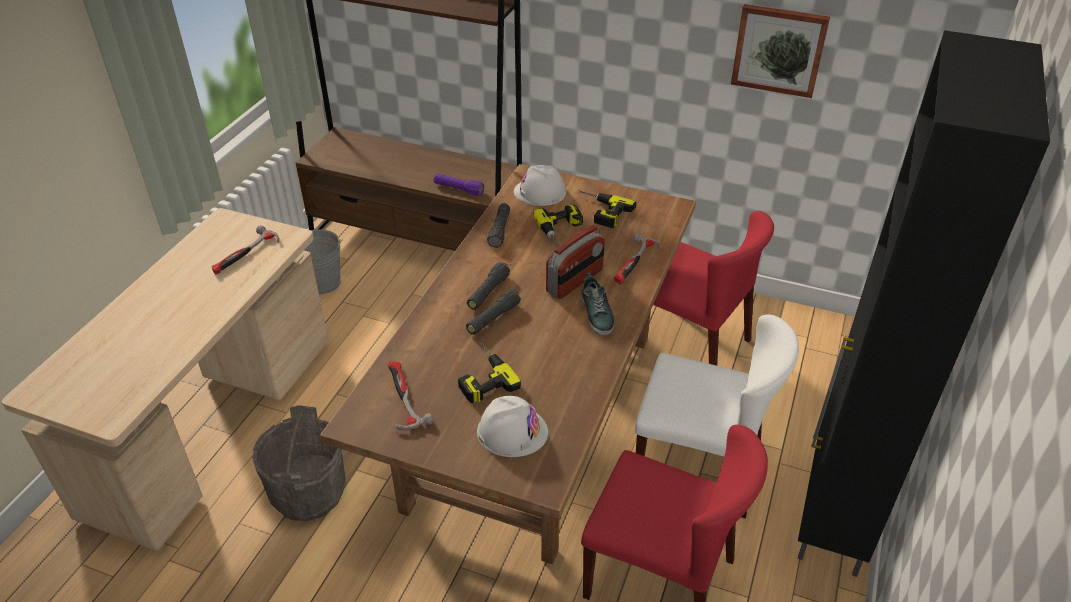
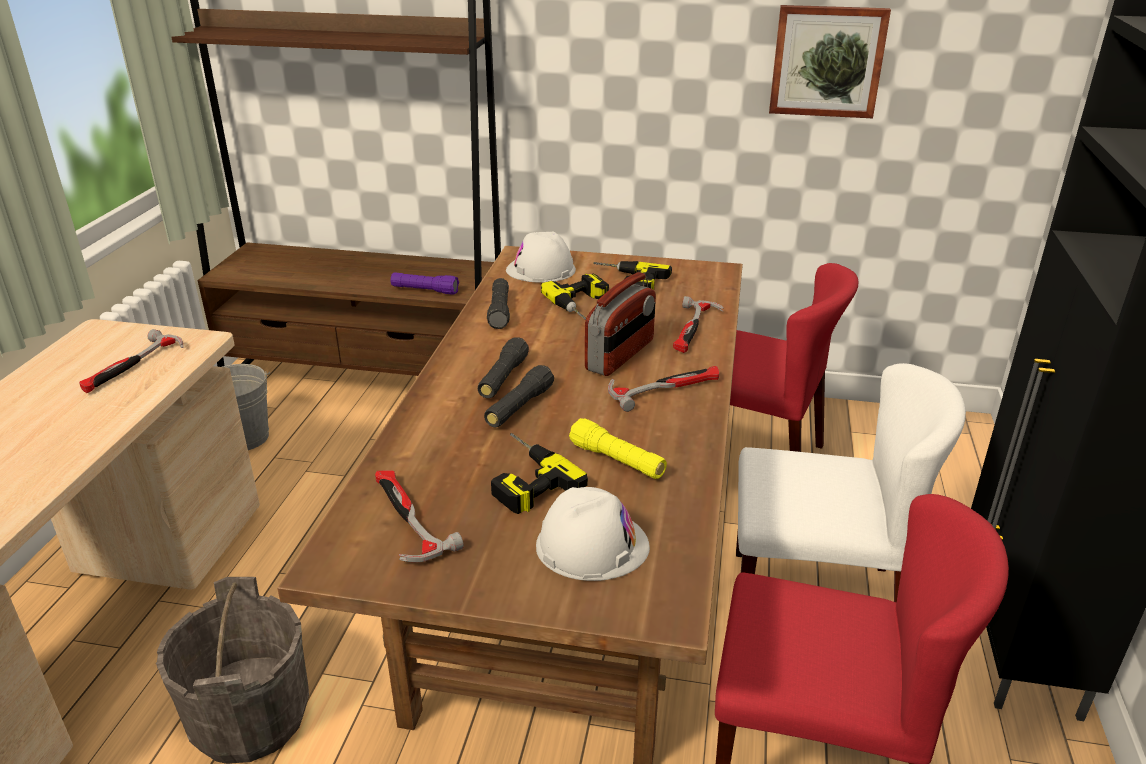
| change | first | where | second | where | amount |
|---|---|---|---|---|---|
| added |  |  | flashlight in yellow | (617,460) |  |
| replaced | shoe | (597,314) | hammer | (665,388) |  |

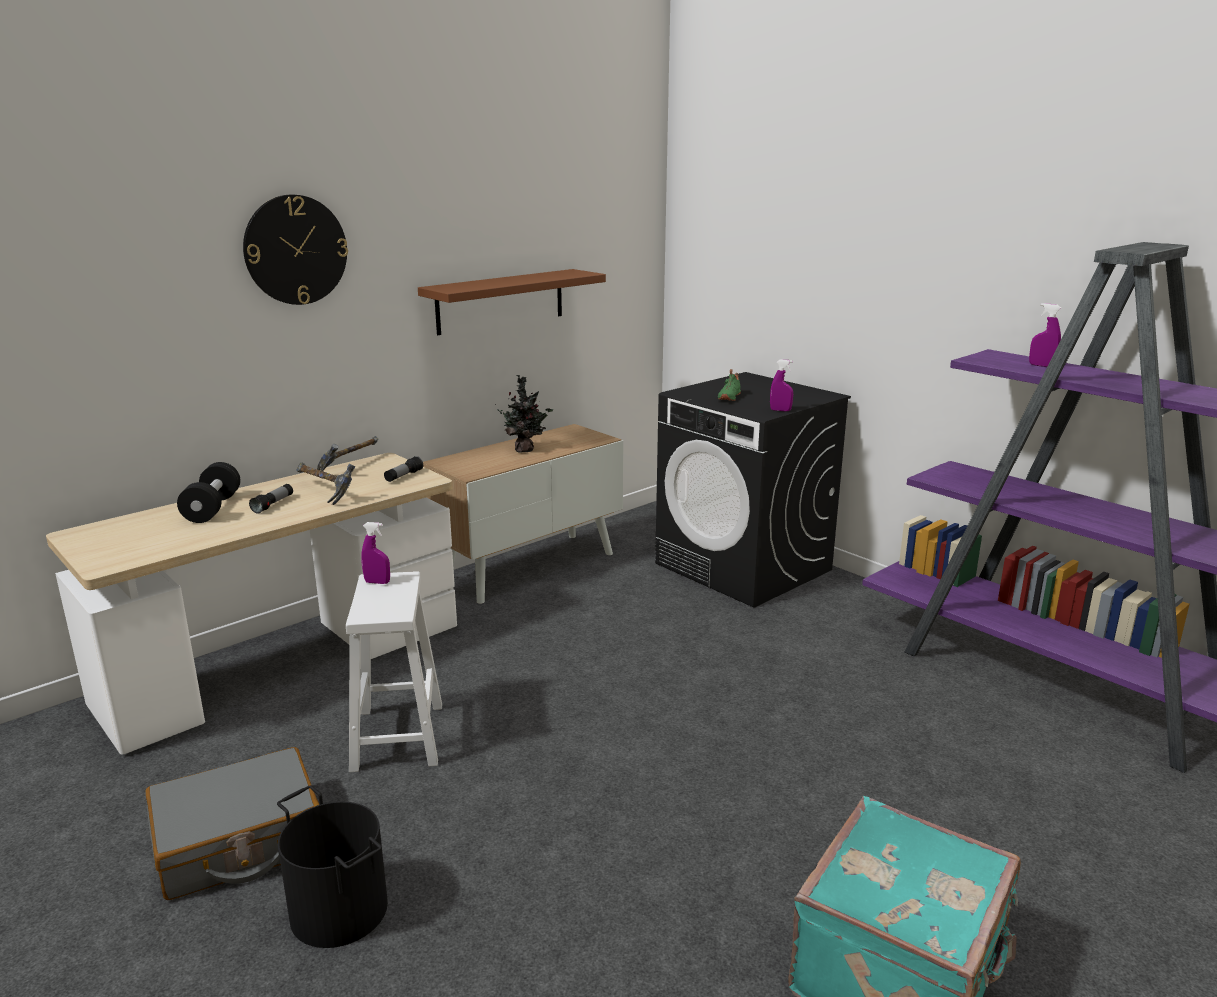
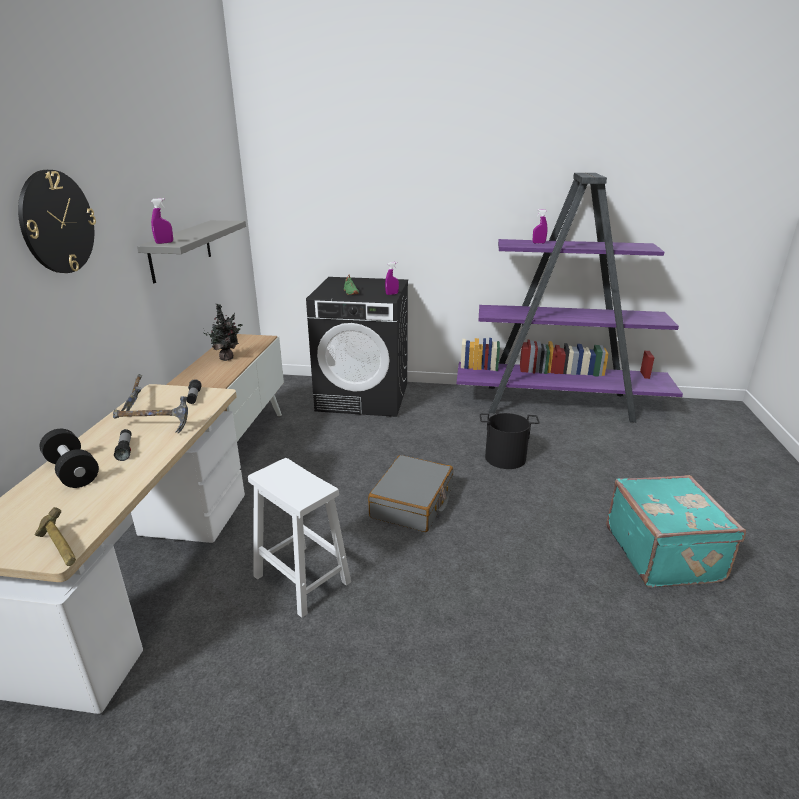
| change | first | where | second | where | amount |
|---|---|---|---|---|---|
| added |  |  | hammer | (61,549) |  |
| moved | suitcase in grey | (239,842) |  | (412,503) |  |
| moved | bucket in black | (340,909) |  | (505,457) |  |
| moved | spray bottle in purple | (377,582) |  | (164,243) |  |
| recoloured | shelf in brown | (501,301) | shelf in grey | (181,250) |  |

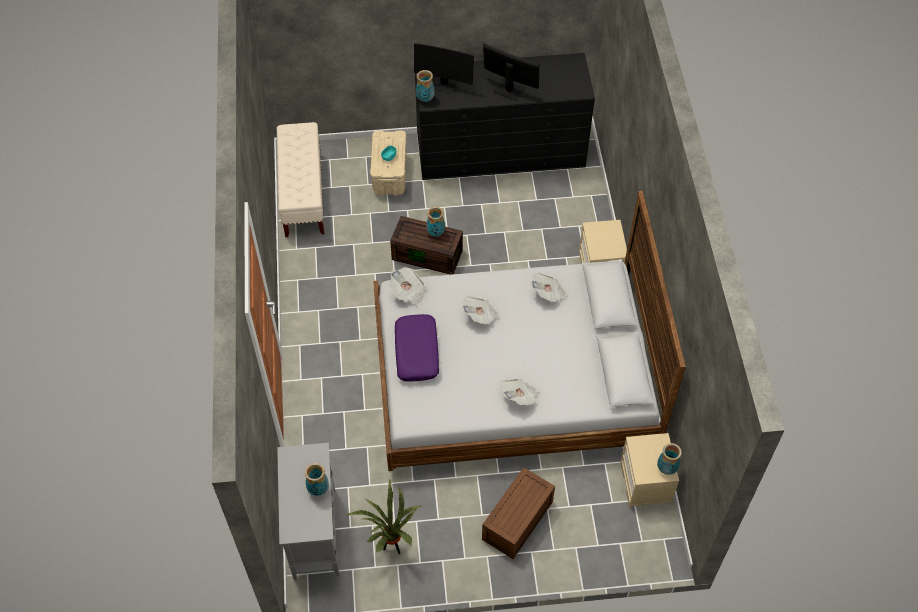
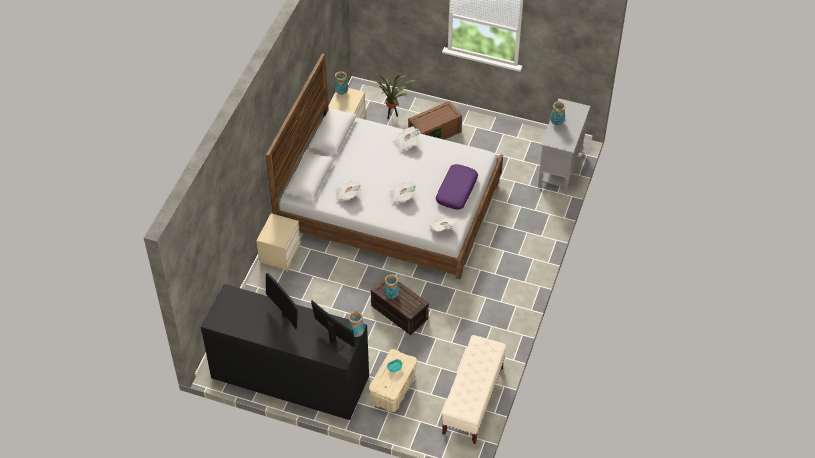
| change | first | where | second | where | amount |
|---|---|---|---|---|---|
| moved | potted plant | (391,547) |  | (392,116) |  |

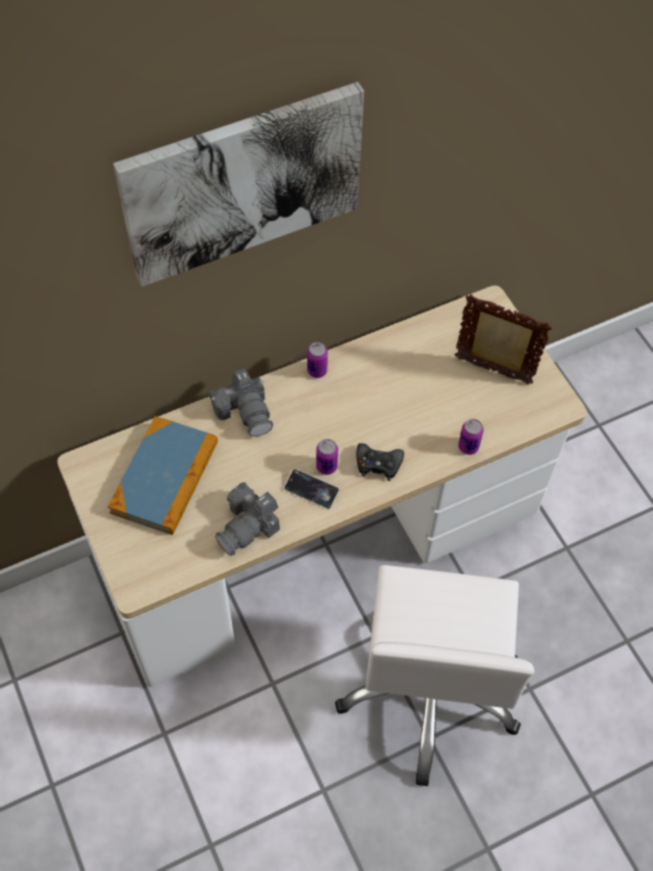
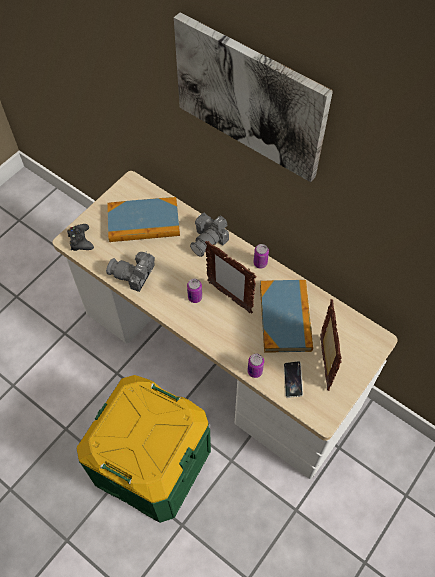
| change | first | where | second | where | amount |
|---|---|---|---|---|---|
| added |  |  | picture frame | (229,297) |  |
| added |  |  | book | (285,317) |  |
| moved | phone | (311,490) |  | (292,380) |  |
| moved | game controller in black | (378,464) |  | (80,240) |  |
| replaced | office chair in white | (429,692) | storage box in green | (151,463) |  |

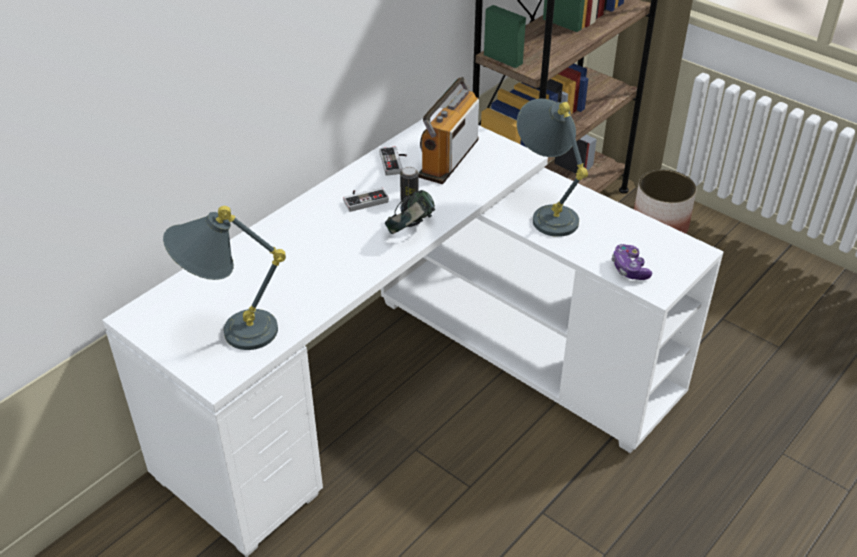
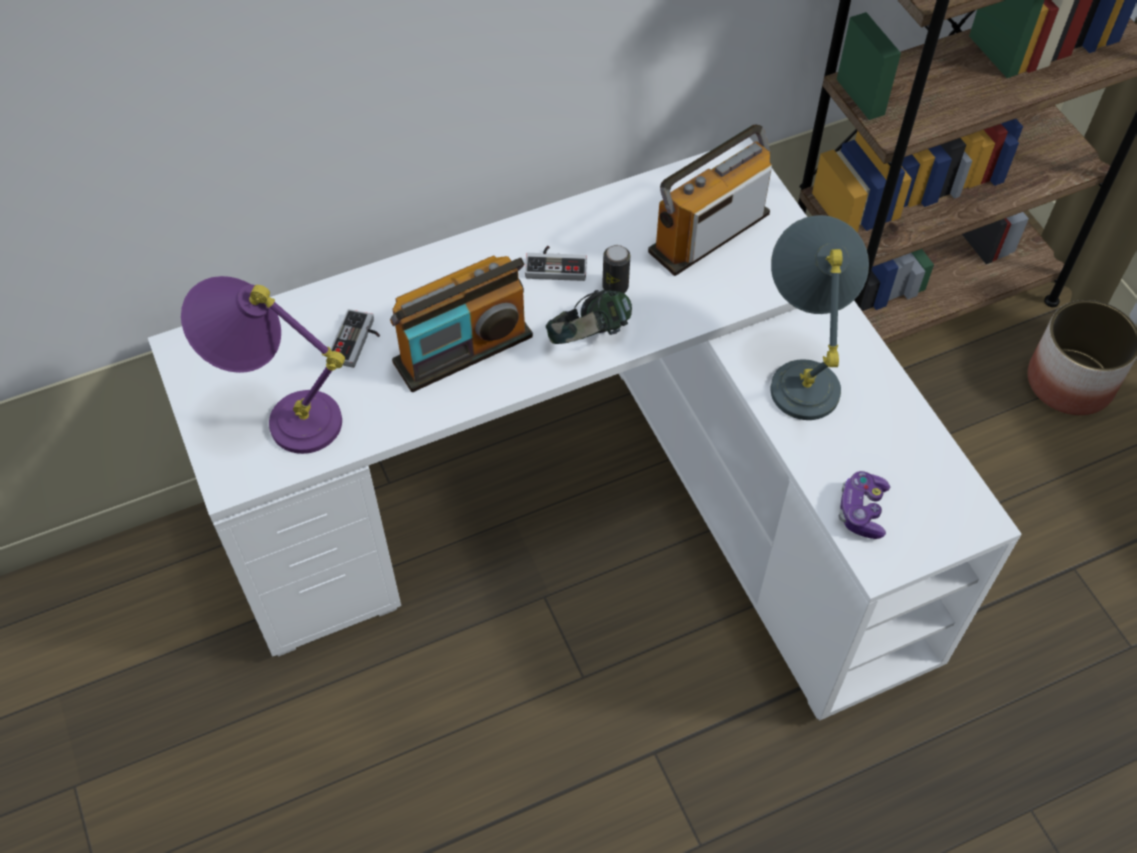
| change | first | where | second | where | amount |
|---|---|---|---|---|---|
| added |  |  | radio | (463,350) |  |
| moved | game controller | (395,163) |  | (357,342) |  |
| recoloured | table lamp in grey | (230,333) | table lamp in purple | (280,416) |  |

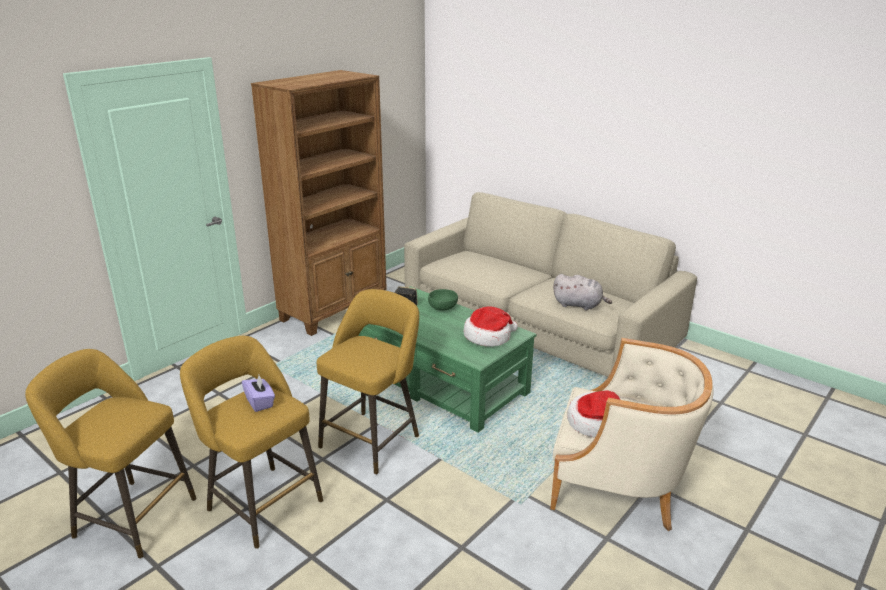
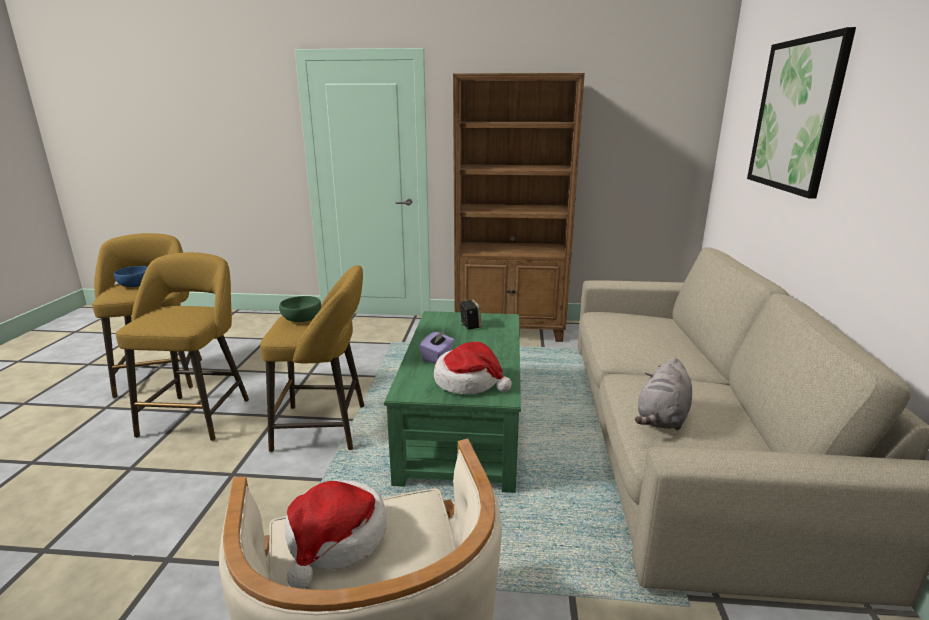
| change | first | where | second | where | amount |
|---|---|---|---|---|---|
| added |  |  | bowl in blue | (135,285) |  |
| added |  |  | picture | (796,115) |  |
| moved | tissue box in purple | (260,402) |  | (438,357) |  |
| moved | bowl in green | (443,307) |  | (302,319) |  |
| turned | plush toy in grey | (579,305) |  | (662,418) | 45 degrees clockwise |

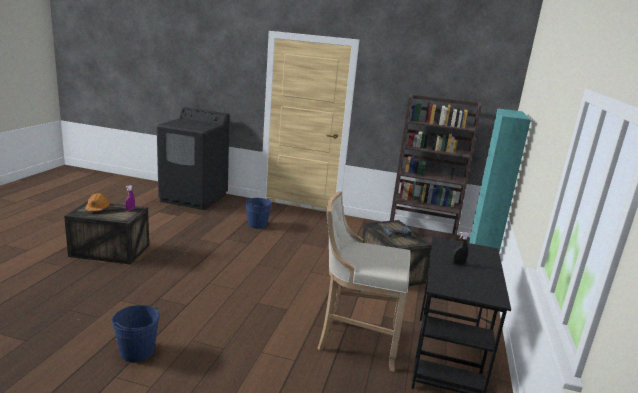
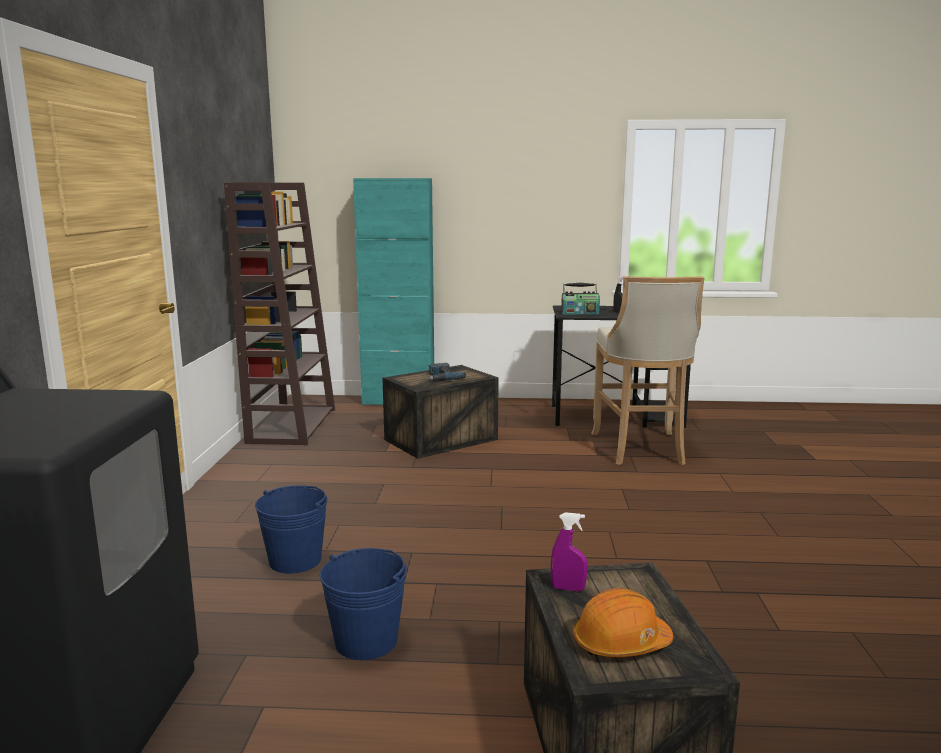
| change | first | where | second | where | amount |
|---|---|---|---|---|---|
| added |  |  | radio | (580,313) |  |
| moved | bucket in blue | (137,352) |  | (366,641) |  |

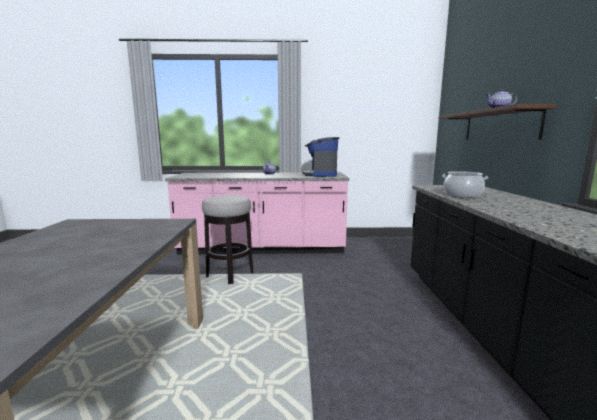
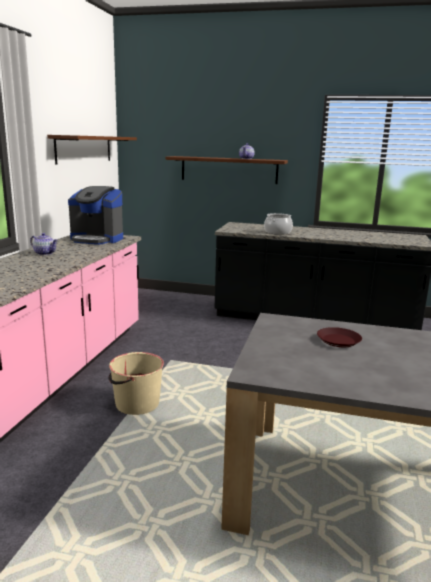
| change | first | where | second | where | amount |
|---|---|---|---|---|---|
| added |  |  | shelf in brown | (84,149) |  |
| added |  |  | plate in brown | (339,341) |  |
| replaced | stool | (230,274) | bucket in beige | (136,404) |  |

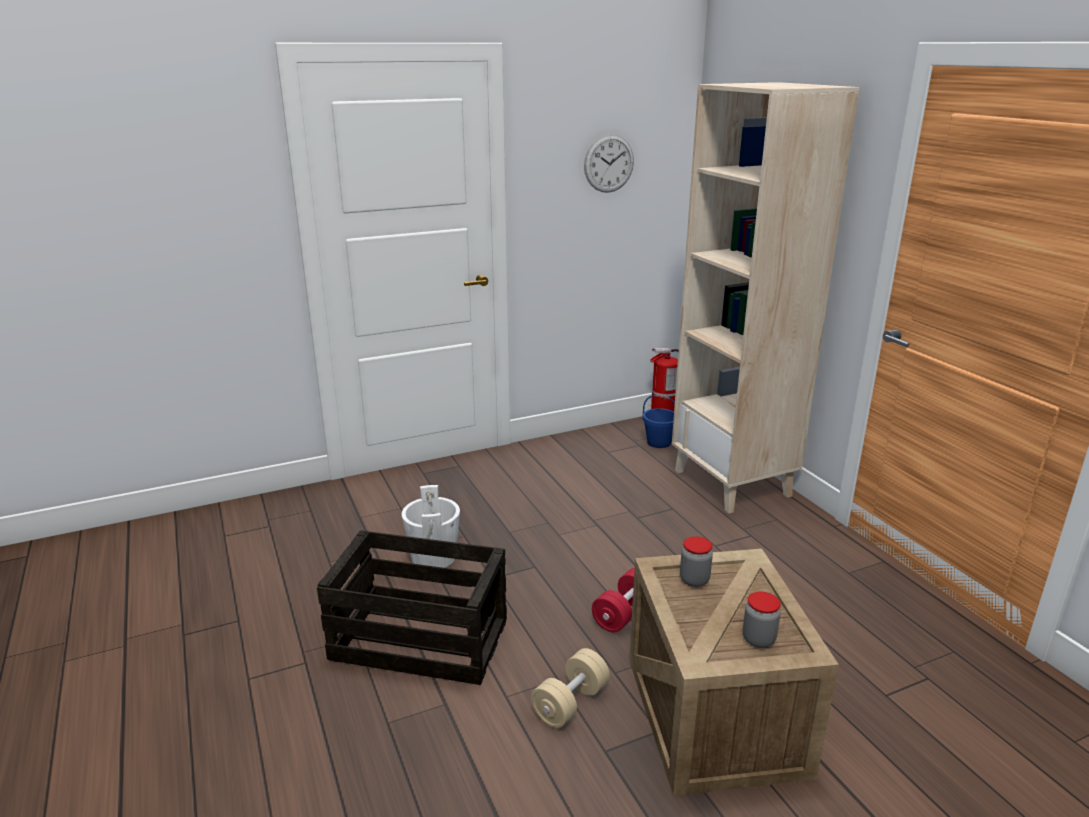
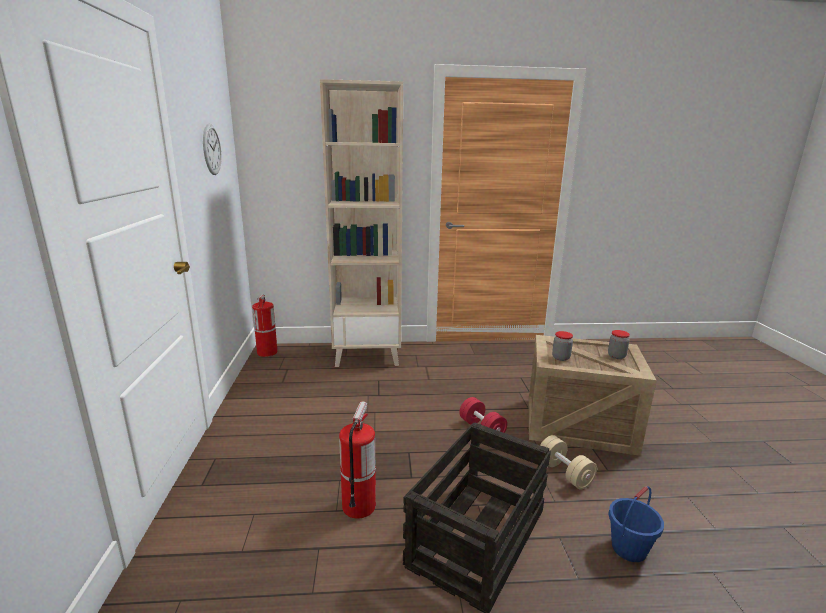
| change | first | where | second | where | amount |
|---|---|---|---|---|---|
| moved | bucket in blue | (659,442) |  | (628,548) |  |
| replaced | bucket in white | (433,557) | fire extinguisher | (359,505) |  |

